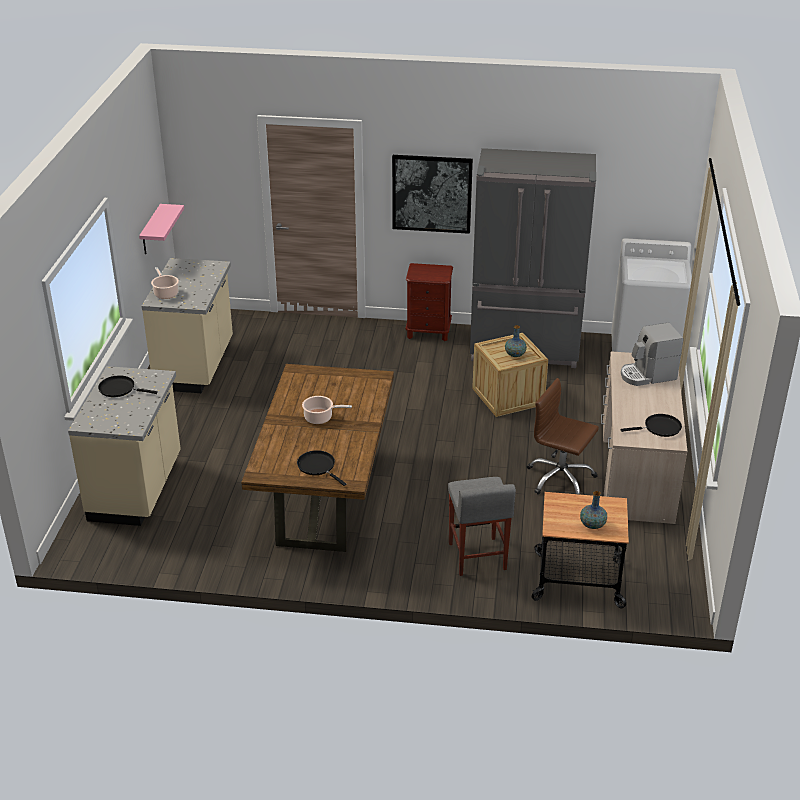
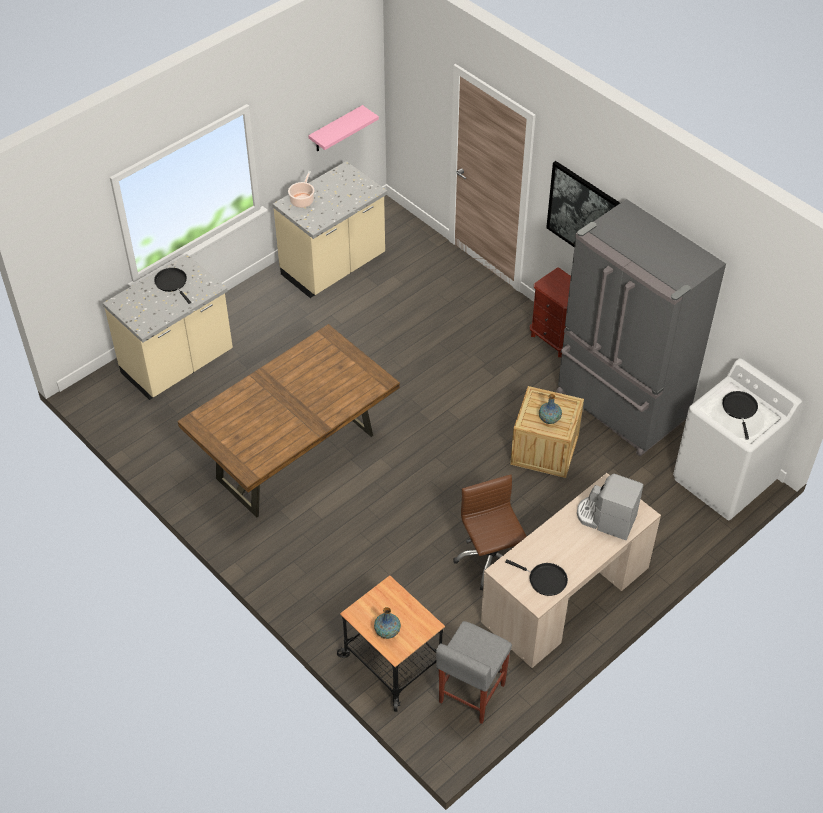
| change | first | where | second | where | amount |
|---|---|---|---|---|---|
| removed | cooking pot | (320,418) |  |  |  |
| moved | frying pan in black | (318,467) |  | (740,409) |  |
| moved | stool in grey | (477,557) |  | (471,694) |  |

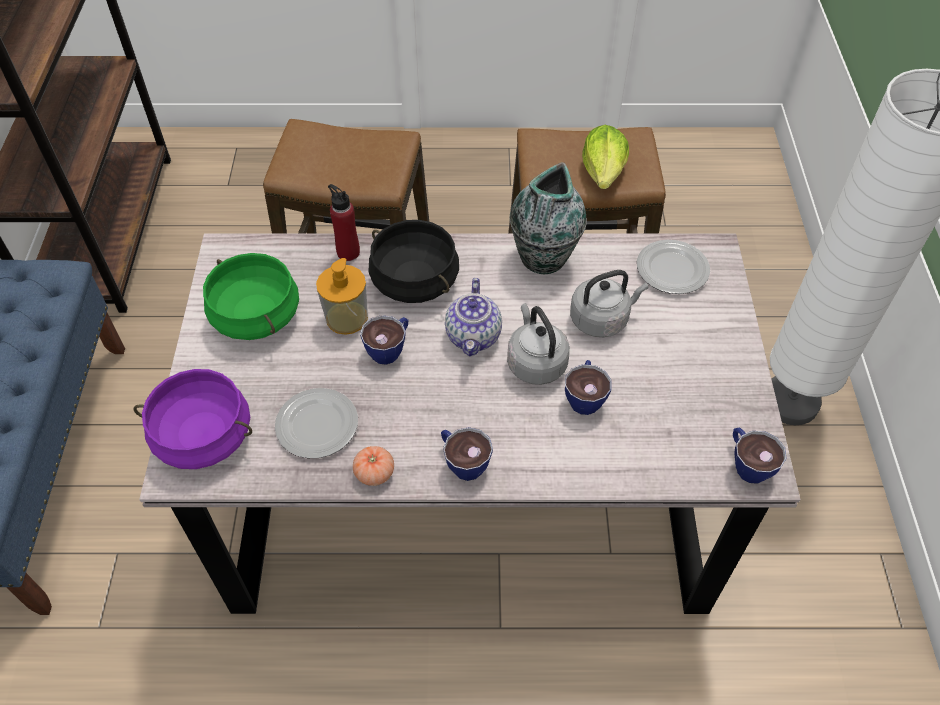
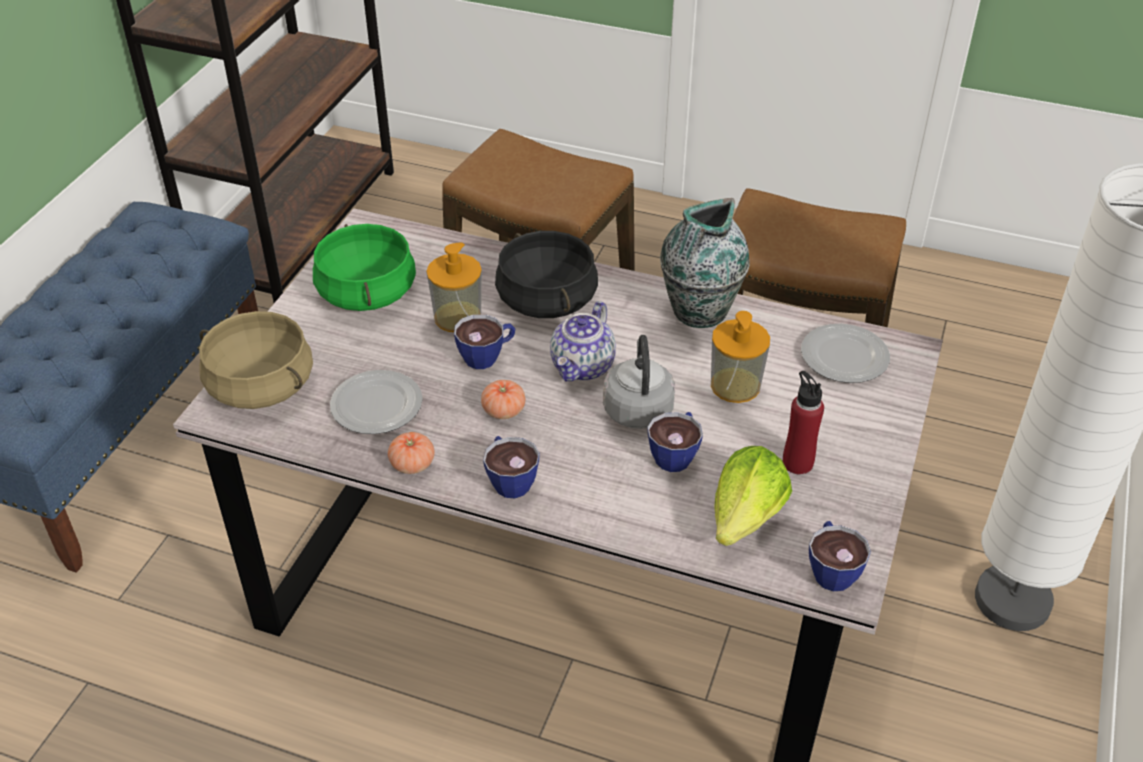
| change | first | where | second | where | amount |
|---|---|---|---|---|---|
| added |  |  | tomato | (503,410) |  |
| moved | bottle in red | (348,252) |  | (797,463) |  |
| moved | lettuce | (603,173) |  | (746,517) |  |
| replaced | kettle in grey | (601,319) | soap dispenser | (735,385) |  |
| recoloured | cooking pot in purple | (203,437) | cooking pot in beige | (260,386) |  |

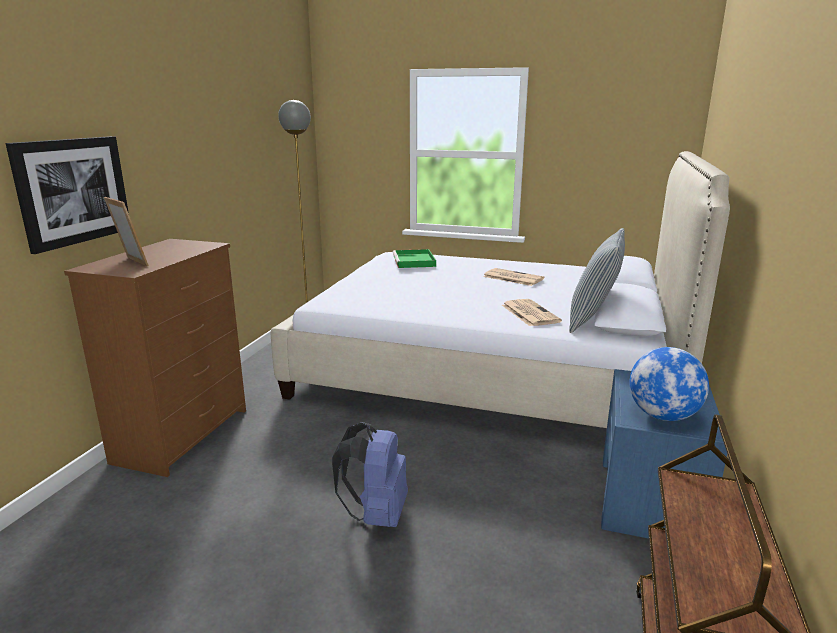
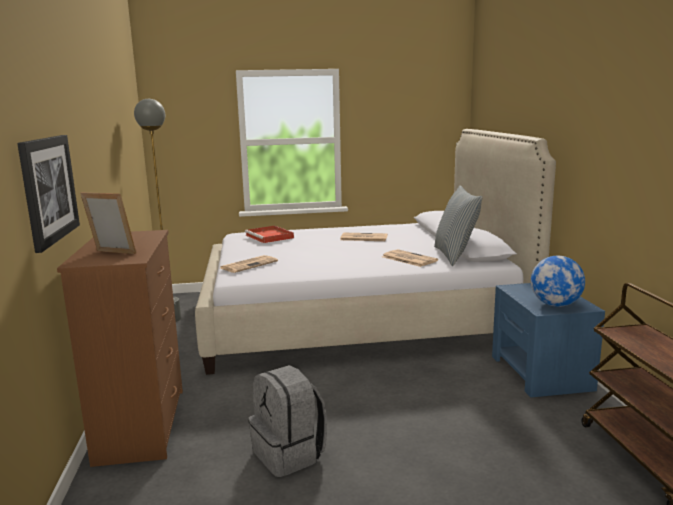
| change | first | where | second | where | amount |
|---|---|---|---|---|---|
| removed | backpack in blue | (376,515) |  |  |  |
| added |  |  | newspaper | (249,264) |  |
| added |  |  | backpack in grey | (289,454) |  |
| recoloured | tray in green | (414,261) | tray in red | (270,236) |  |

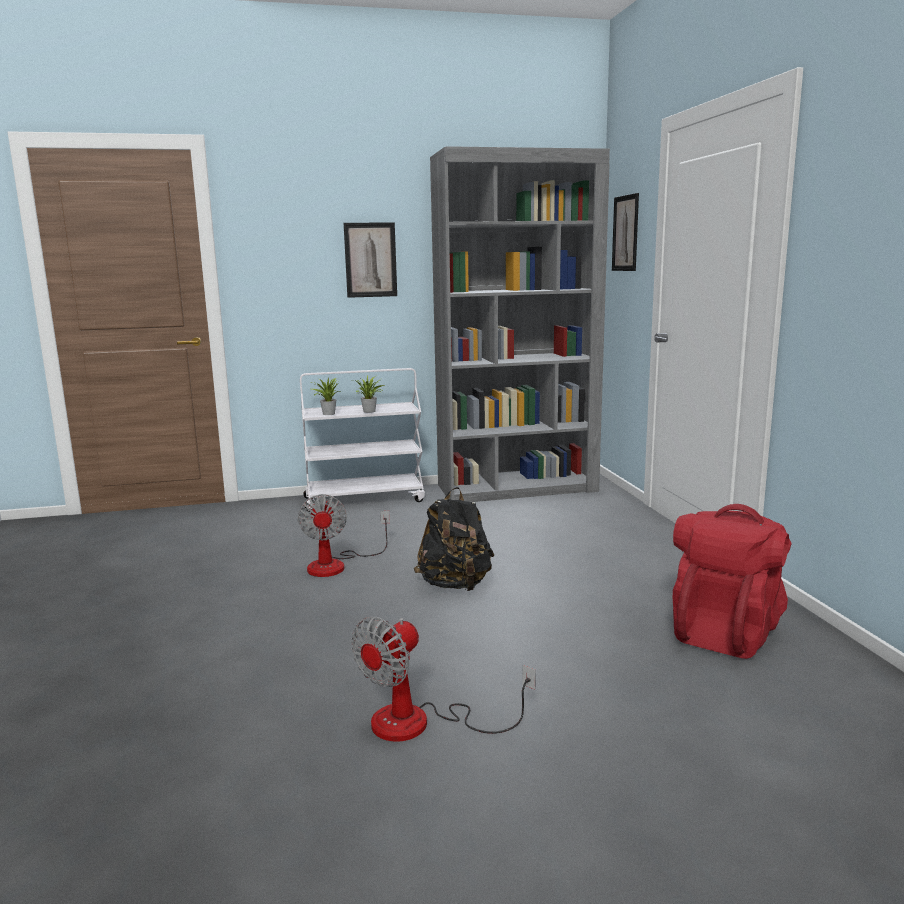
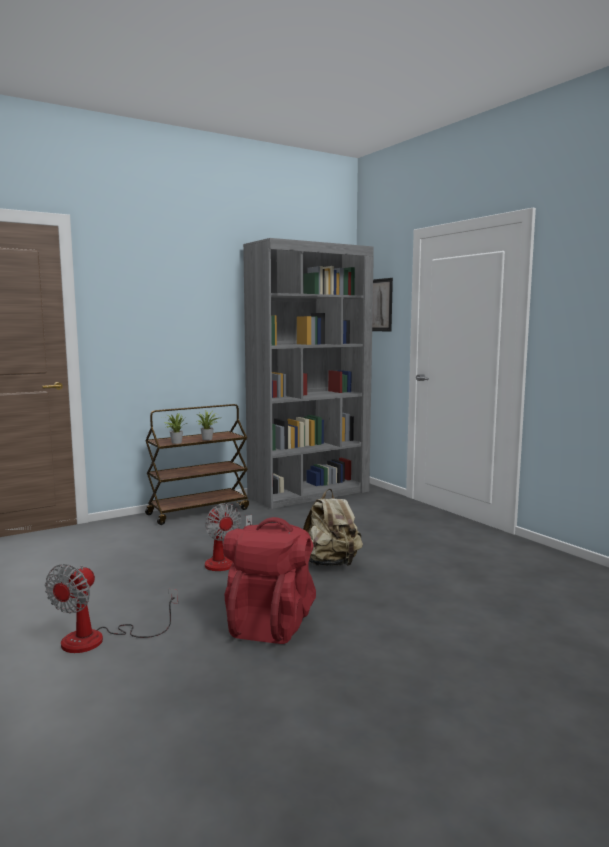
| change | first | where | second | where | amount |
|---|---|---|---|---|---|
| removed | picture | (370,260) |  |  |  |
| moved | fan | (421,723) |  | (98,639) |  |
| moved | backpack in red | (725,631) |  | (270,622) |  |
| recoloured | cart in white | (364,499) | cart in brown | (198,511) |  |
| recoloured | backpack in black | (455,585) | backpack in beige | (330,564) |  |

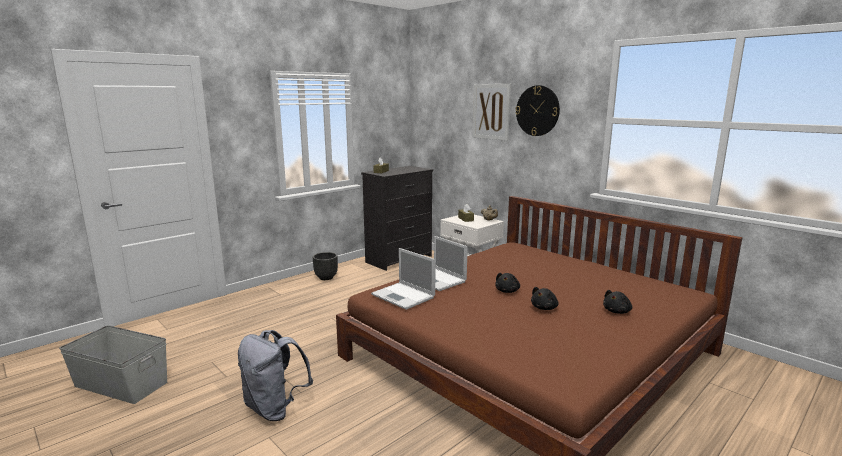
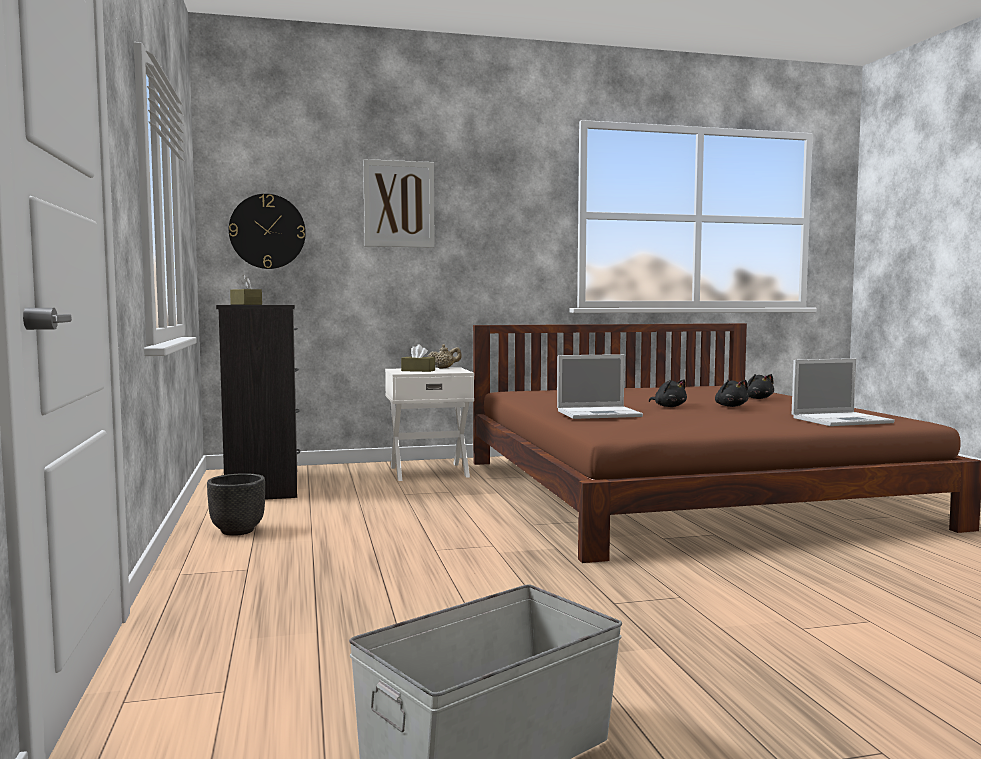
| change | first | where | second | where | amount |
|---|---|---|---|---|---|
| removed | backpack in grey | (275,408) |  |  |  |
| moved | laptop | (404,296) |  | (842,420) |  |
| moved | wall clock | (537,111) |  | (267,231) |  |

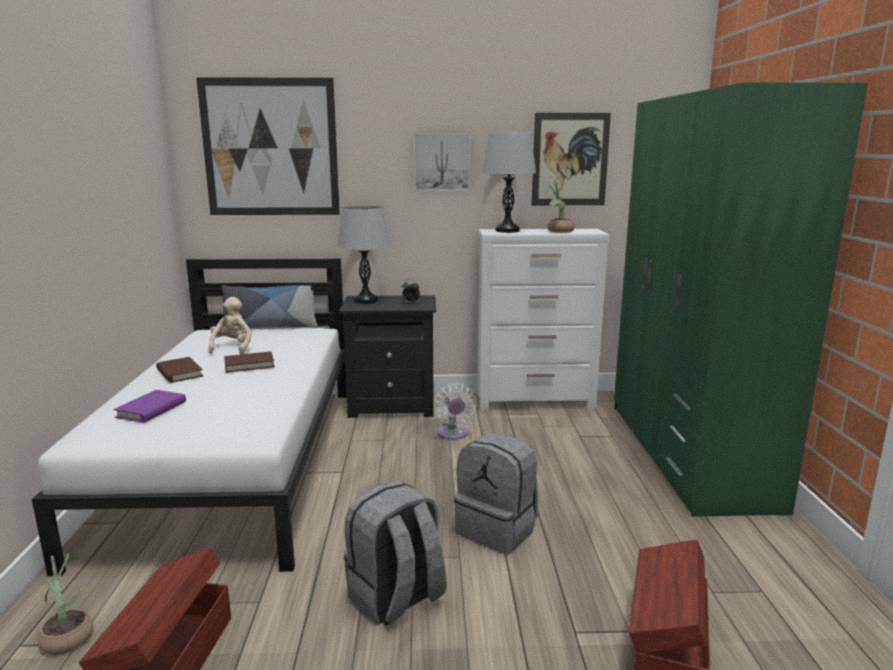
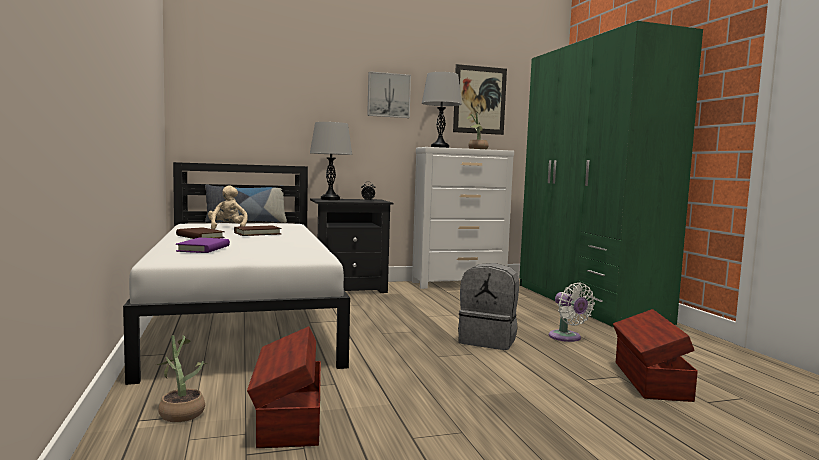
| change | first | where | second | where | amount |
|---|---|---|---|---|---|
| removed | picture | (270,148) |  |  |  |
| removed | backpack in grey | (396,599) |  |  |  |
| moved | fan in white | (453,434) |  | (567,338) |  |

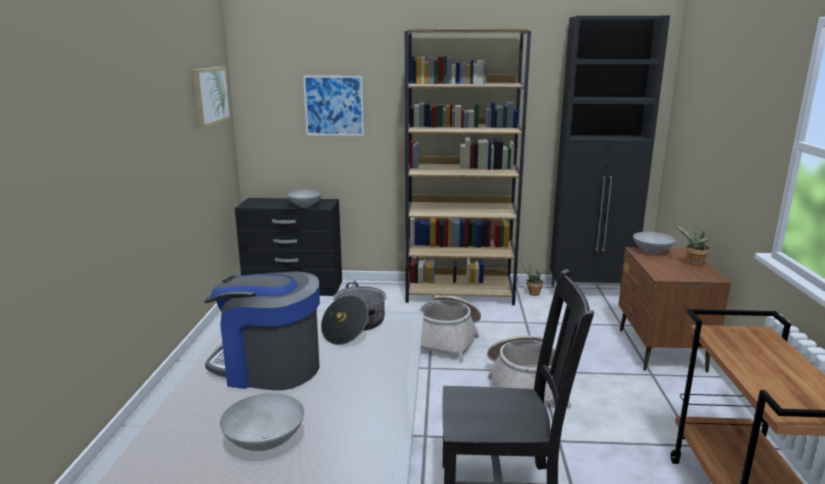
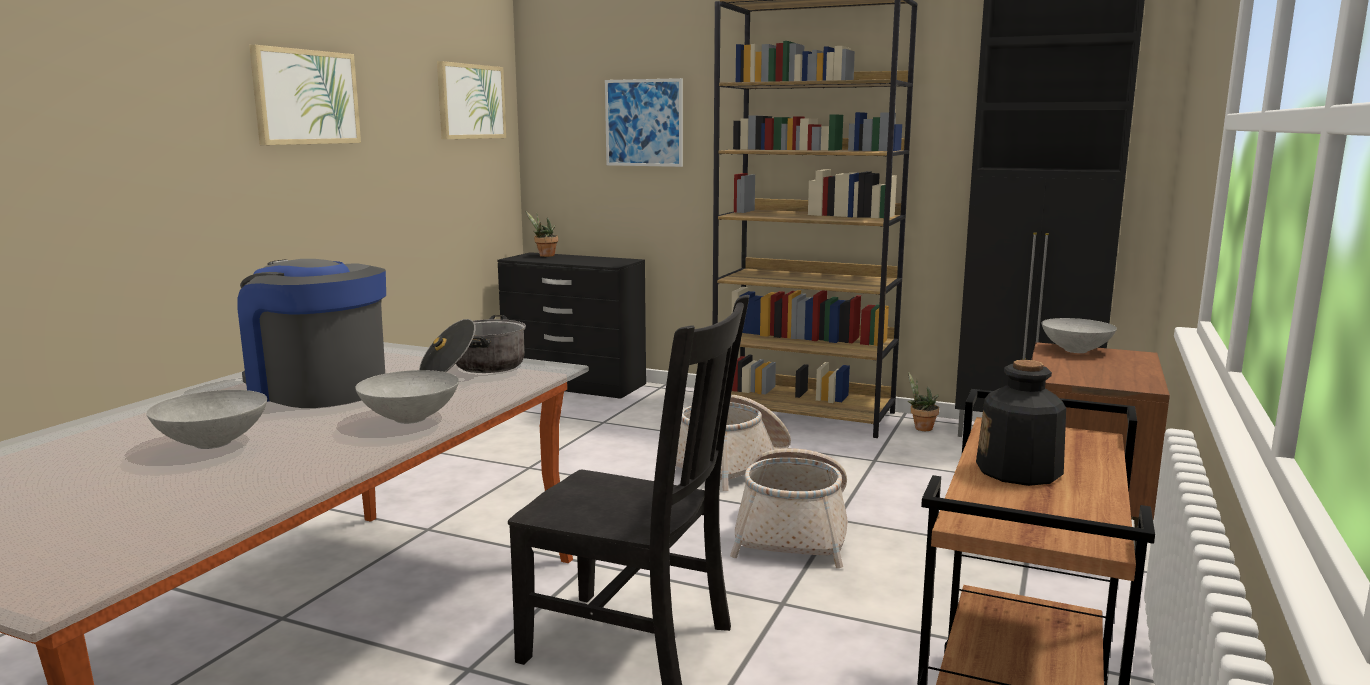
| change | first | where | second | where | amount |
|---|---|---|---|---|---|
| added |  |  | picture | (306,97) |  |
| added |  |  | bottle | (1019,471) |  |
| moved | bowl in grey | (305,206) |  | (411,419) |  |
| moved | potted plant | (693,264) |  | (544,255) |  |

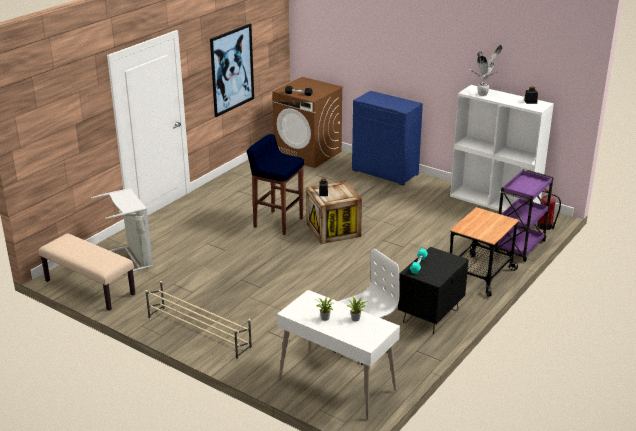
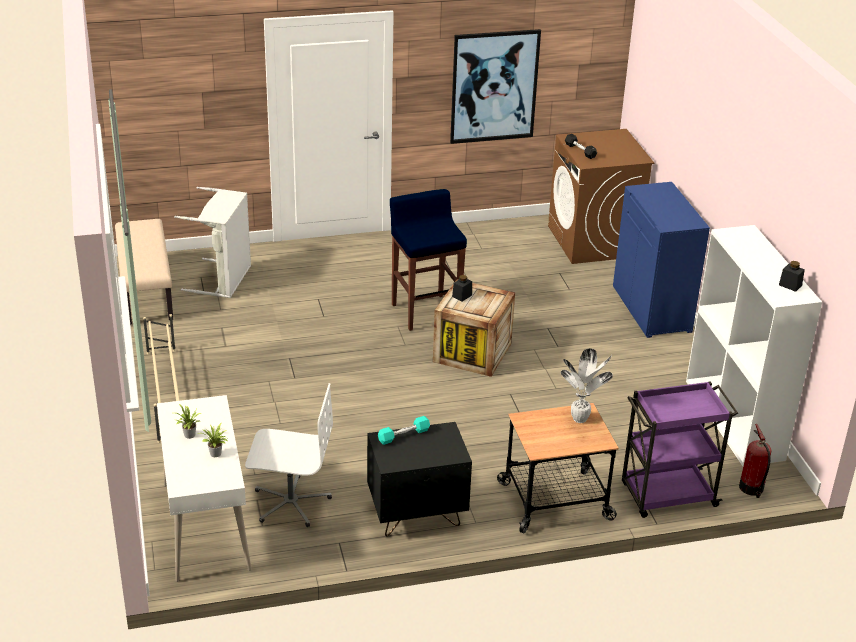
| change | first | where | second | where | amount |
|---|---|---|---|---|---|
| moved | potted plant | (483,94) |  | (581,419) |  |

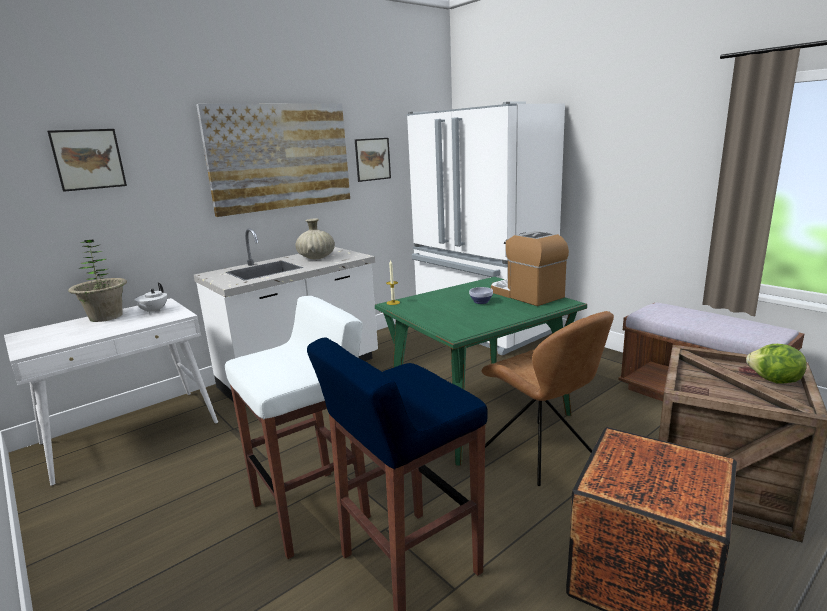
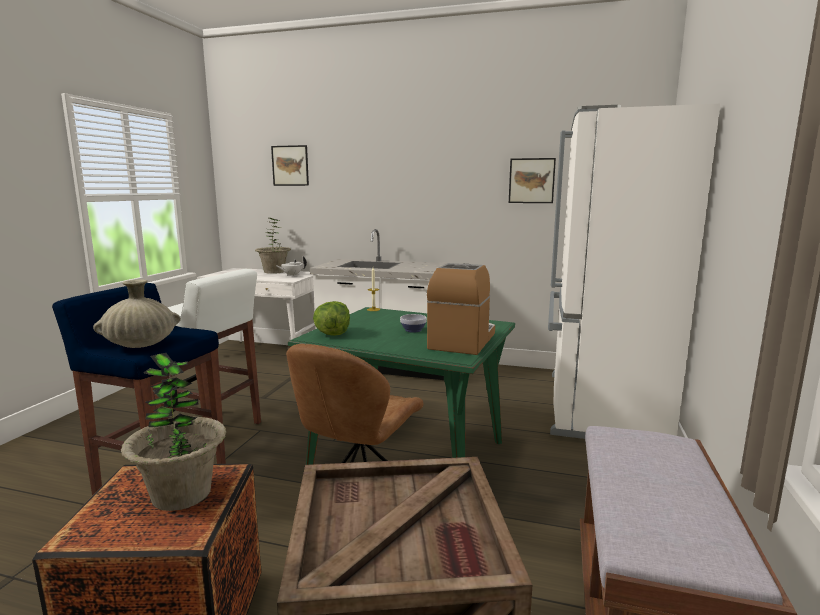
| change | first | where | second | where | amount |
|---|---|---|---|---|---|
| removed | picture | (280,157) |  |  |  |
| added |  |  | potted plant | (181,494) |  |
| moved | vase in beige | (316,258) |  | (141,345) |  |
| moved | lettuce | (774,381) |  | (332,334) |  |

